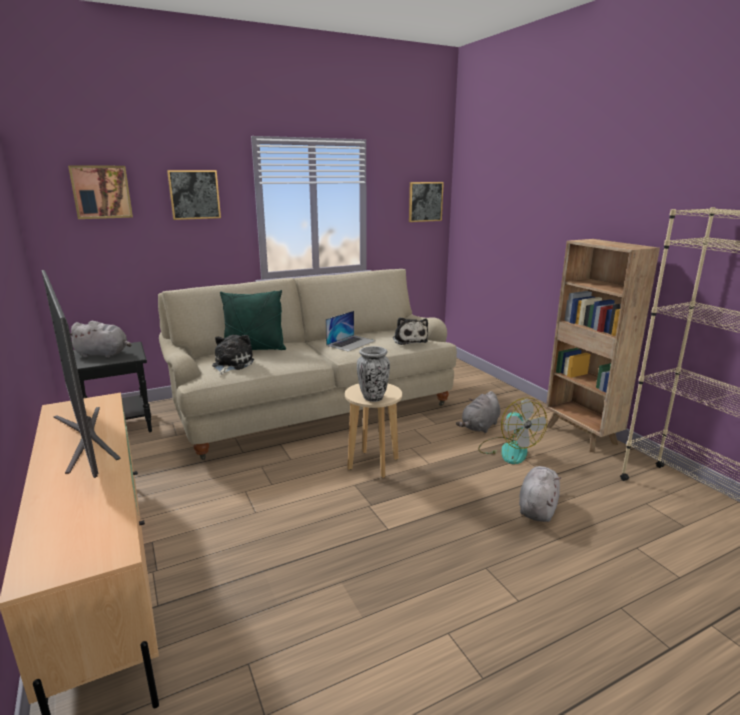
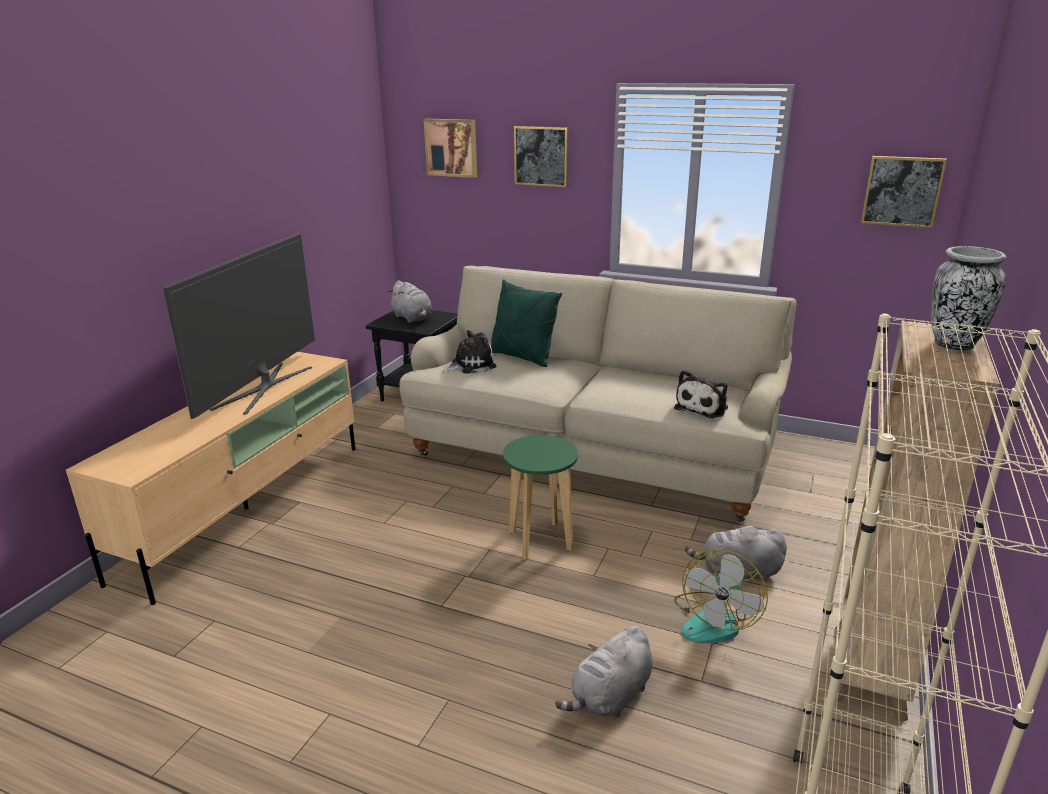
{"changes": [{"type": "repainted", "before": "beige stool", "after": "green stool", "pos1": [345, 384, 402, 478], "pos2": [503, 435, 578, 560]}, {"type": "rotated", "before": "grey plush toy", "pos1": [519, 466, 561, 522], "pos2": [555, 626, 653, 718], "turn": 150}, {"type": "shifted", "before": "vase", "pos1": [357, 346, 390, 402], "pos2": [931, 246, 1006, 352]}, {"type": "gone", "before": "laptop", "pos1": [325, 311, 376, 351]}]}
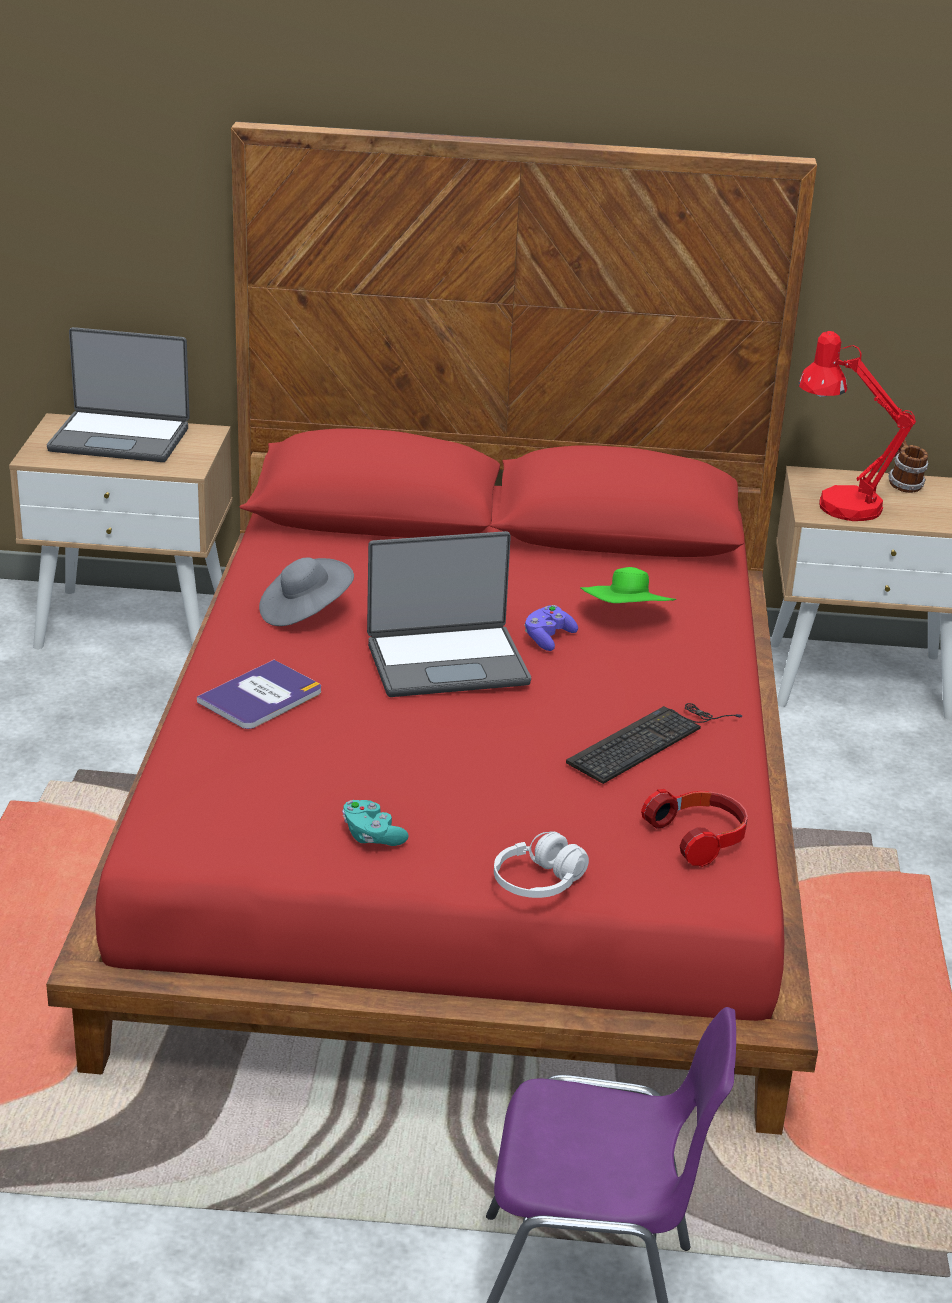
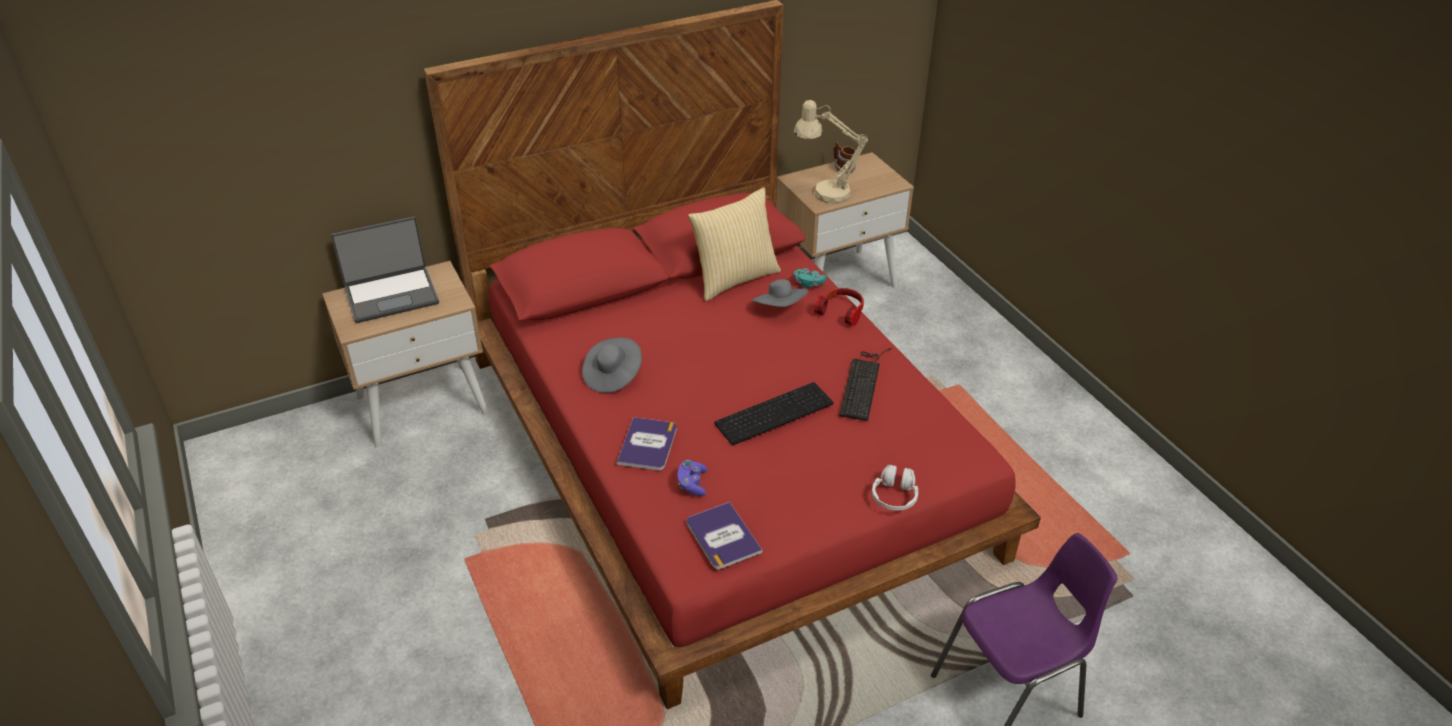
{"changes": [{"type": "shifted", "before": "purple game controller", "pos1": [524, 605, 578, 651], "pos2": [678, 460, 707, 496]}, {"type": "new", "after": "book", "pos2": [687, 502, 762, 569]}, {"type": "new", "after": "pillow", "pos2": [688, 187, 781, 301]}, {"type": "new", "after": "keyboard", "pos2": [714, 382, 833, 445]}, {"type": "repainted", "before": "green hat", "after": "grey hat", "pos1": [580, 567, 676, 603], "pos2": [752, 279, 808, 307]}, {"type": "repainted", "before": "red table lamp", "after": "beige table lamp", "pos1": [798, 331, 916, 521], "pos2": [794, 100, 868, 203]}, {"type": "shifted", "before": "turquoise game controller", "pos1": [342, 800, 409, 846], "pos2": [794, 268, 826, 288]}, {"type": "shifted", "before": "headphones", "pos1": [641, 789, 748, 867], "pos2": [814, 288, 864, 326]}, {"type": "gone", "before": "laptop", "pos1": [367, 531, 531, 697]}]}
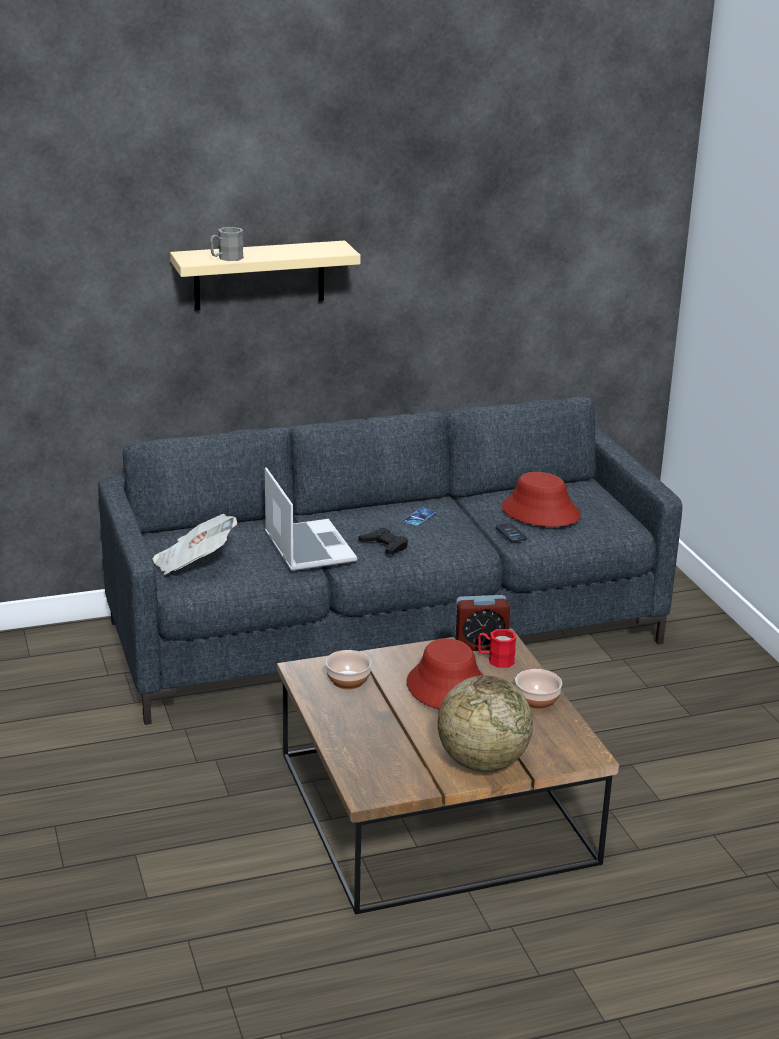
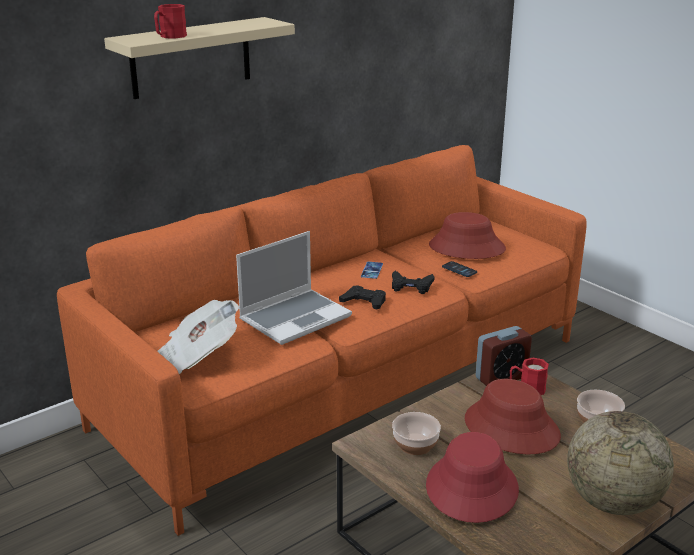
{"changes": [{"type": "repainted", "before": "grey sofa", "after": "orange sofa", "pos1": [98, 397, 682, 725], "pos2": [57, 145, 587, 536]}, {"type": "repainted", "before": "grey mug", "after": "red mug", "pos1": [210, 227, 244, 261], "pos2": [154, 4, 187, 39]}, {"type": "rotated", "before": "laptop", "pos1": [265, 467, 357, 571], "pos2": [236, 231, 352, 345], "turn": 90}, {"type": "new", "after": "black game controller", "pos2": [392, 271, 434, 294]}, {"type": "new", "after": "red hat", "pos2": [426, 432, 519, 523]}]}
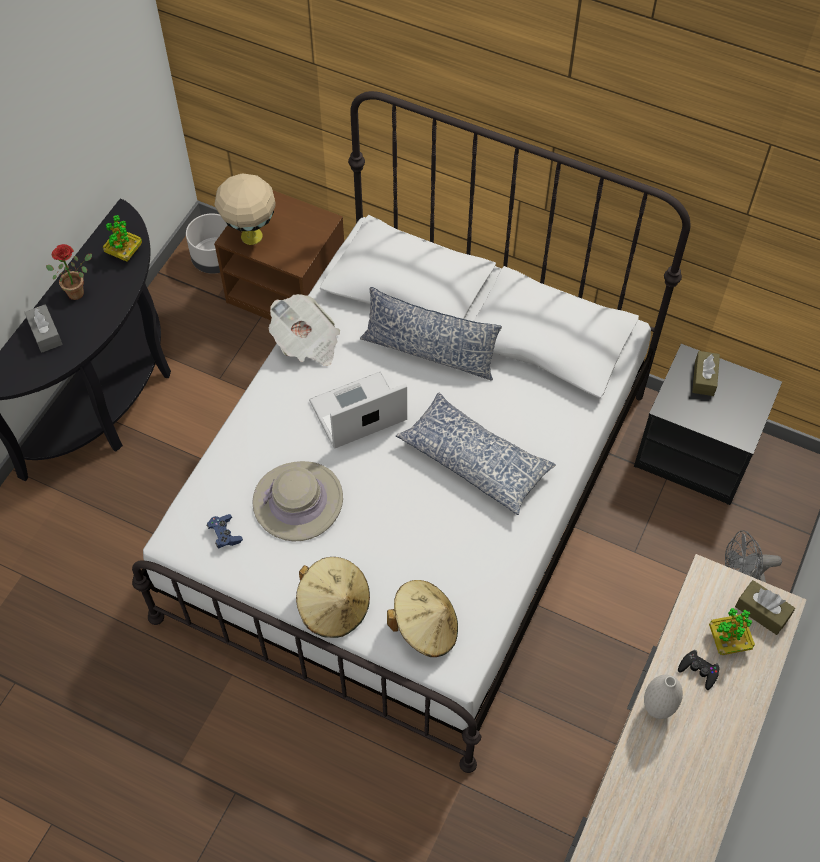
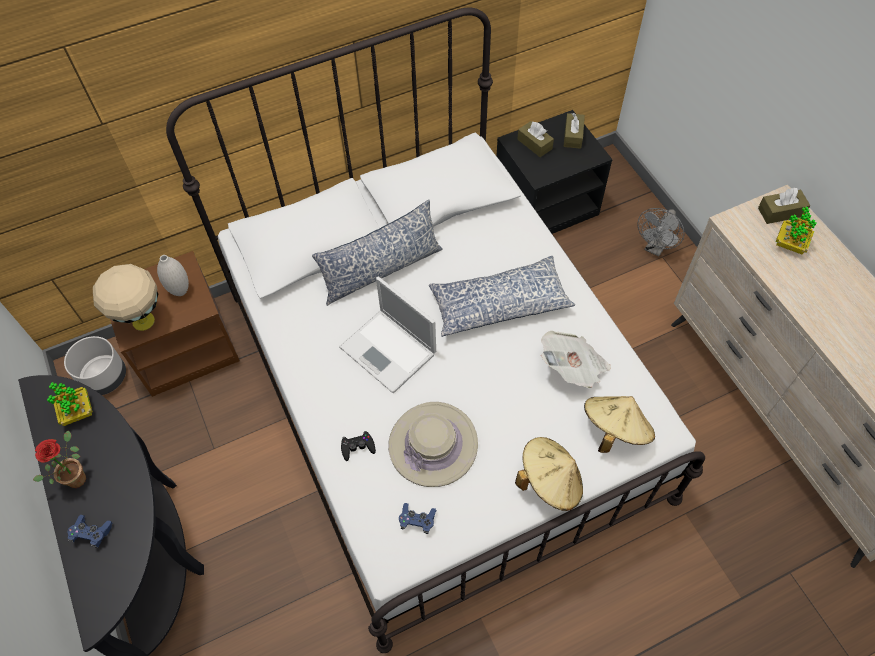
{"changes": [{"type": "swapped", "before": "grey tissue box", "after": "blue game controller", "pos1": [24, 304, 63, 353], "pos2": [67, 515, 112, 548]}, {"type": "shifted", "before": "white vase", "pos1": [644, 675, 683, 719], "pos2": [157, 255, 189, 296]}, {"type": "rotated", "before": "laptop", "pos1": [309, 371, 407, 448], "pos2": [339, 276, 436, 393], "turn": -60}, {"type": "shifted", "before": "black game controller", "pos1": [678, 650, 720, 690], "pos2": [341, 431, 376, 461]}, {"type": "shifted", "before": "newspaper", "pos1": [268, 294, 340, 366], "pos2": [541, 331, 611, 389]}, {"type": "new", "after": "brown tissue box", "pos2": [564, 113, 585, 149]}]}
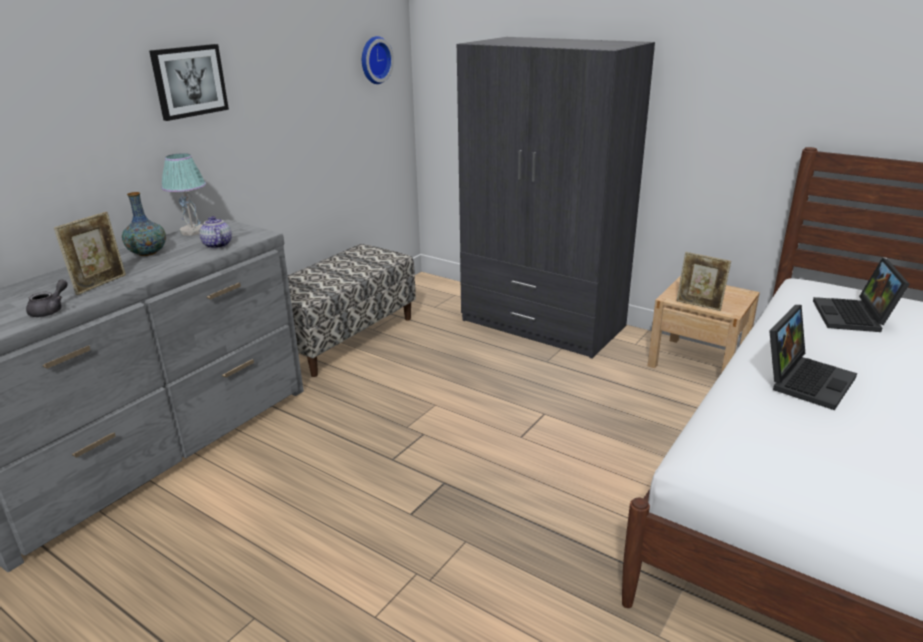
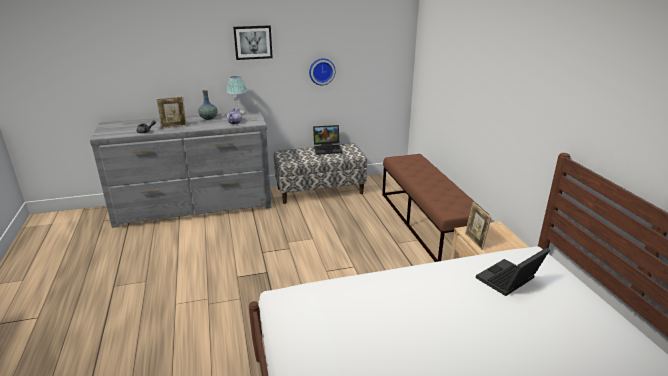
{"changes": [{"type": "shifted", "before": "wall clock", "pos1": [362, 36, 394, 84], "pos2": [309, 58, 336, 85]}, {"type": "shifted", "before": "laptop", "pos1": [769, 305, 857, 410], "pos2": [313, 125, 342, 155]}, {"type": "swapped", "before": "grey wardrobe", "after": "brown bench", "pos1": [457, 37, 655, 359], "pos2": [382, 154, 490, 262]}]}
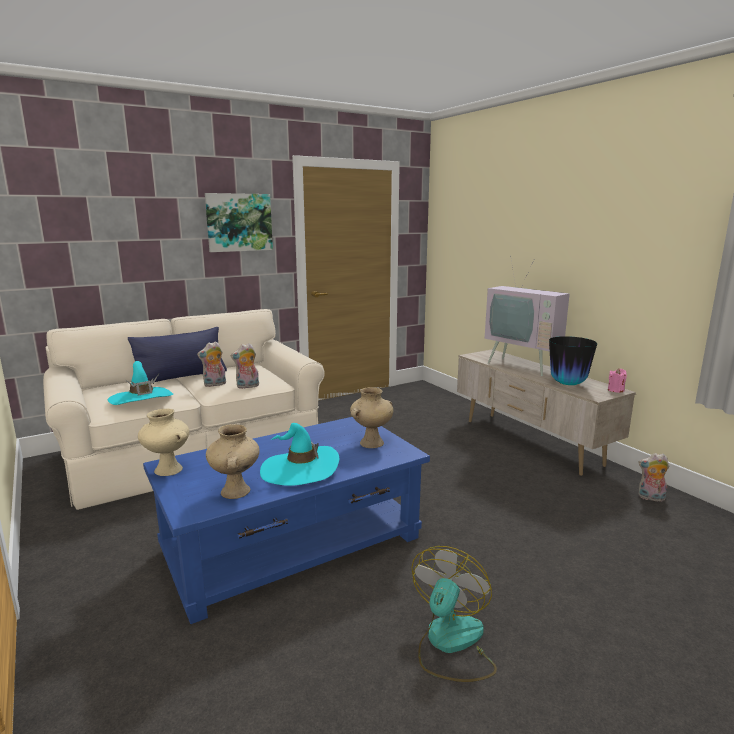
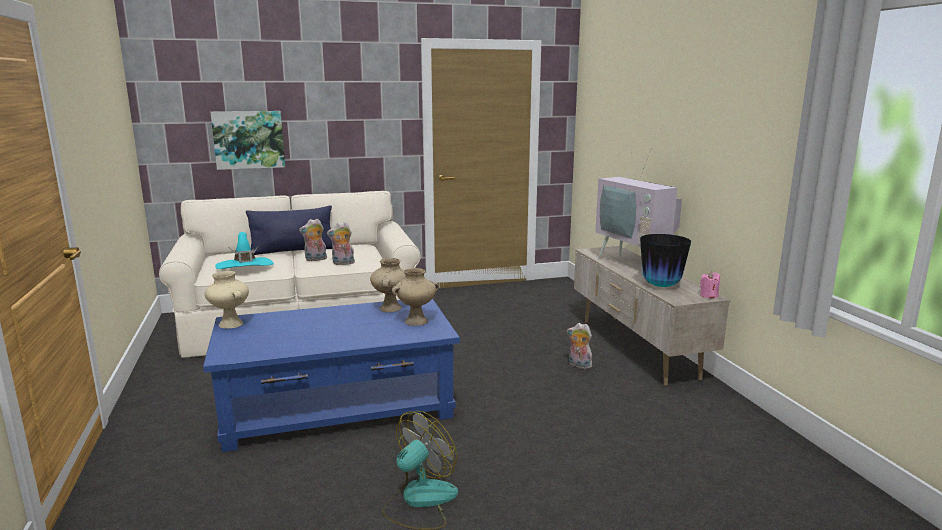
{"changes": [{"type": "shifted", "before": "picture", "pos1": [205, 193, 273, 252], "pos2": [211, 111, 285, 170]}, {"type": "shifted", "before": "beige vase", "pos1": [206, 424, 260, 499], "pos2": [370, 258, 405, 312]}, {"type": "shifted", "before": "plush toy", "pos1": [638, 453, 669, 502], "pos2": [567, 323, 592, 369]}, {"type": "gone", "before": "turquoise hat", "pos1": [260, 423, 339, 486]}]}
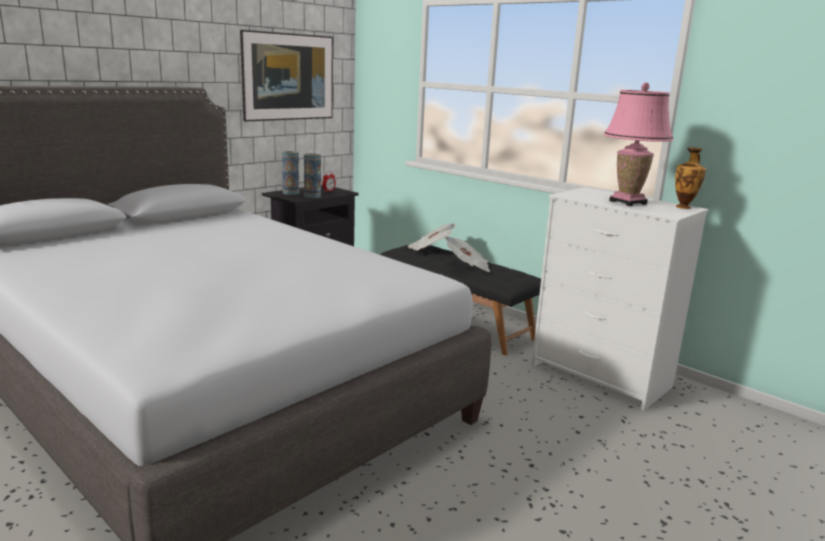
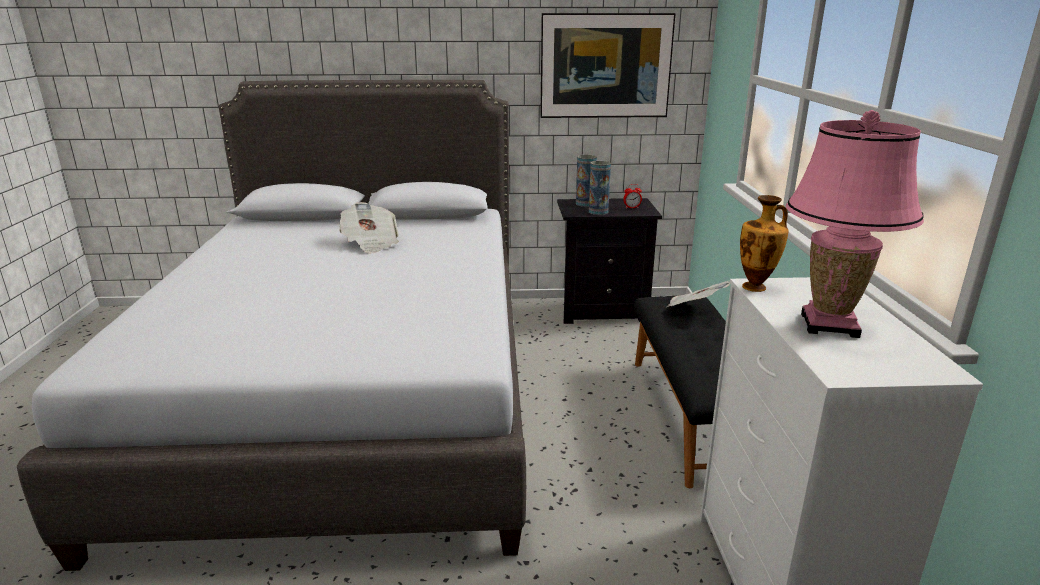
{"changes": [{"type": "shifted", "before": "newspaper", "pos1": [445, 236, 490, 272], "pos2": [339, 202, 399, 254]}, {"type": "shifted", "before": "vase", "pos1": [675, 147, 706, 209], "pos2": [740, 195, 789, 292]}]}
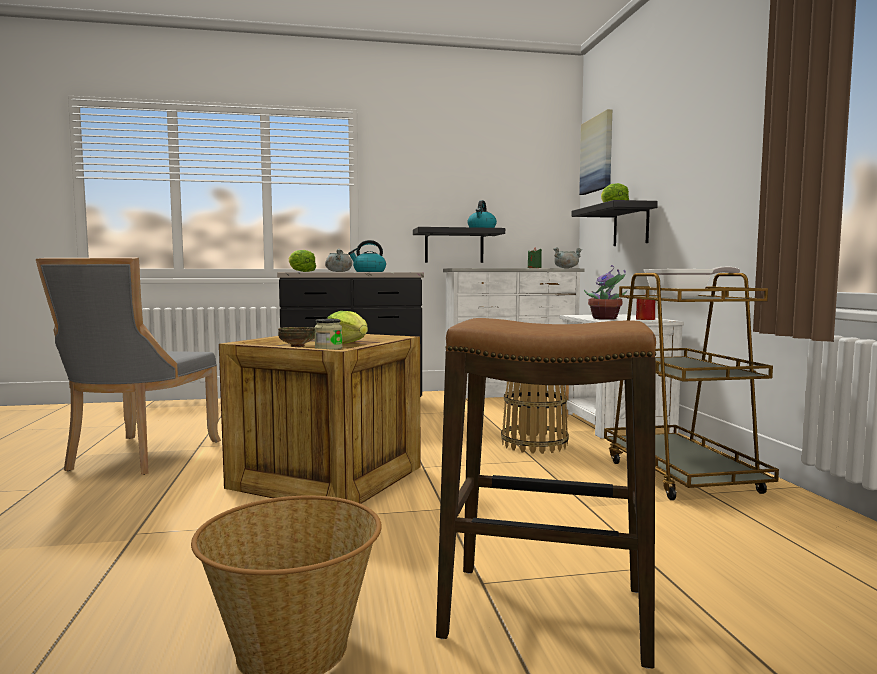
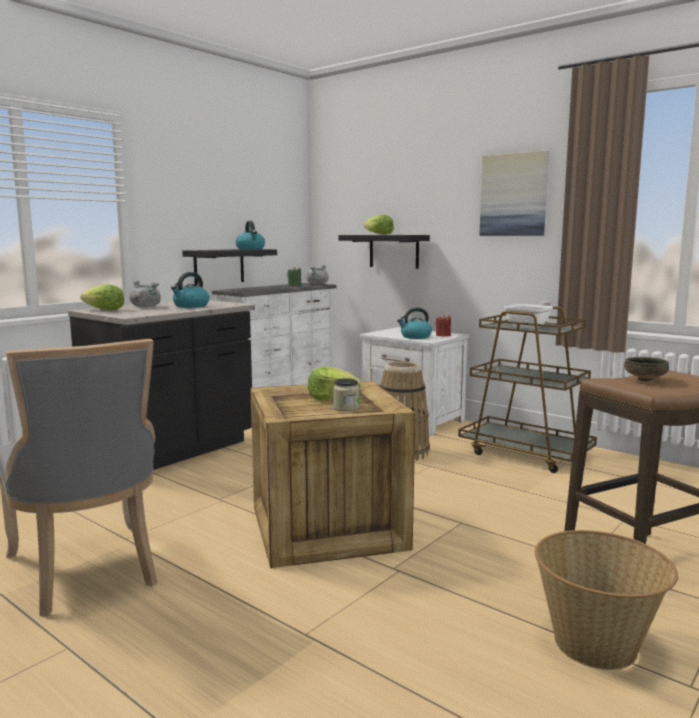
{"changes": [{"type": "swapped", "before": "potted plant", "after": "kettle", "pos1": [584, 265, 628, 320], "pos2": [397, 308, 432, 339]}, {"type": "shifted", "before": "picture", "pos1": [579, 109, 612, 195], "pos2": [479, 150, 549, 236]}, {"type": "shifted", "before": "bowl", "pos1": [278, 327, 315, 347], "pos2": [624, 357, 669, 382]}]}
